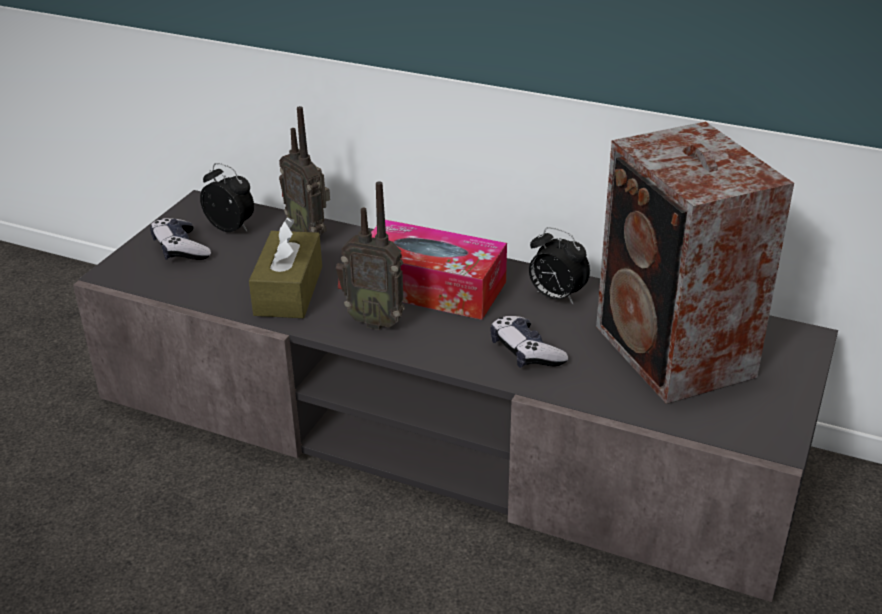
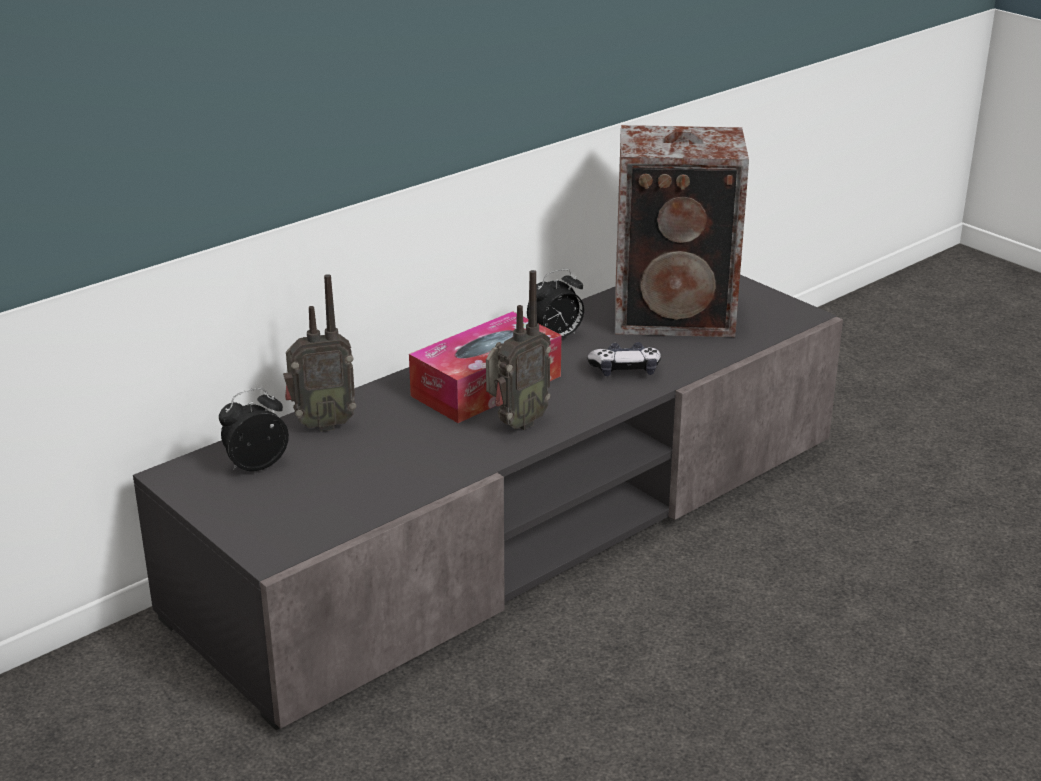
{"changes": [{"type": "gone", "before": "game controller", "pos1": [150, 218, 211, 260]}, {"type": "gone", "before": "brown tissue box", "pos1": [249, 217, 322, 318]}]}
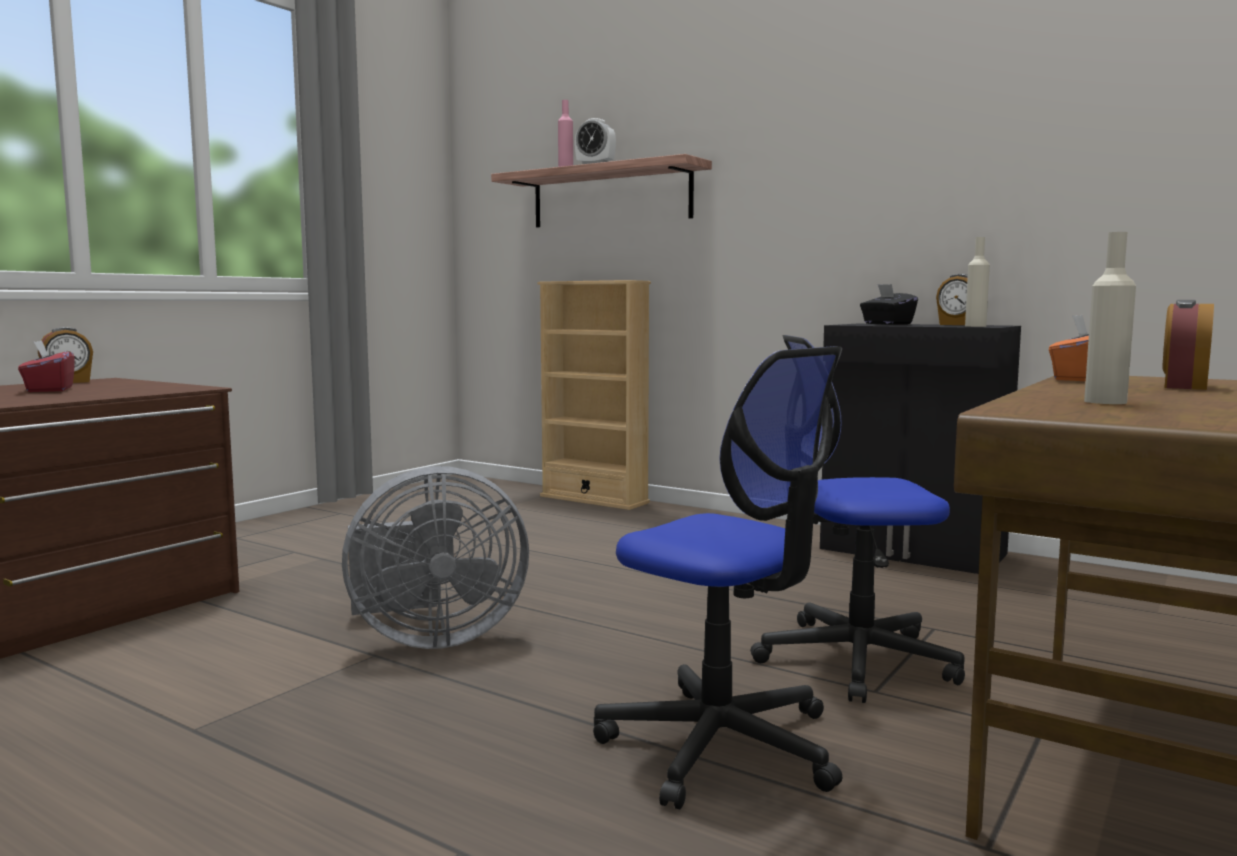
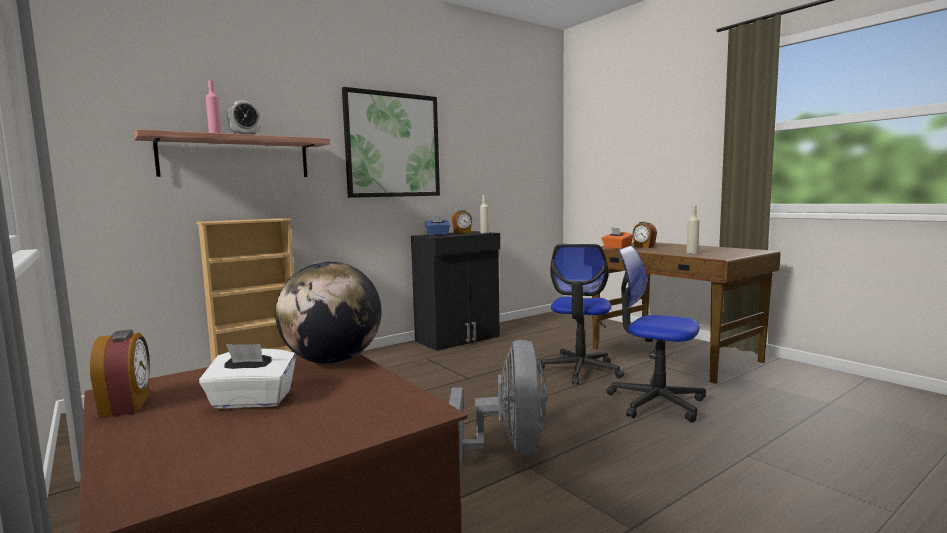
{"changes": [{"type": "repainted", "before": "red tissue box", "after": "white tissue box", "pos1": [18, 340, 75, 392], "pos2": [199, 344, 296, 409]}, {"type": "new", "after": "globe", "pos2": [275, 261, 381, 364]}, {"type": "new", "after": "picture", "pos2": [342, 87, 440, 198]}, {"type": "repainted", "before": "black tissue box", "after": "blue tissue box", "pos1": [860, 284, 918, 325], "pos2": [425, 216, 450, 236]}, {"type": "rotated", "before": "office chair", "pos1": [593, 346, 843, 809], "pos2": [606, 246, 706, 422], "turn": -120}]}
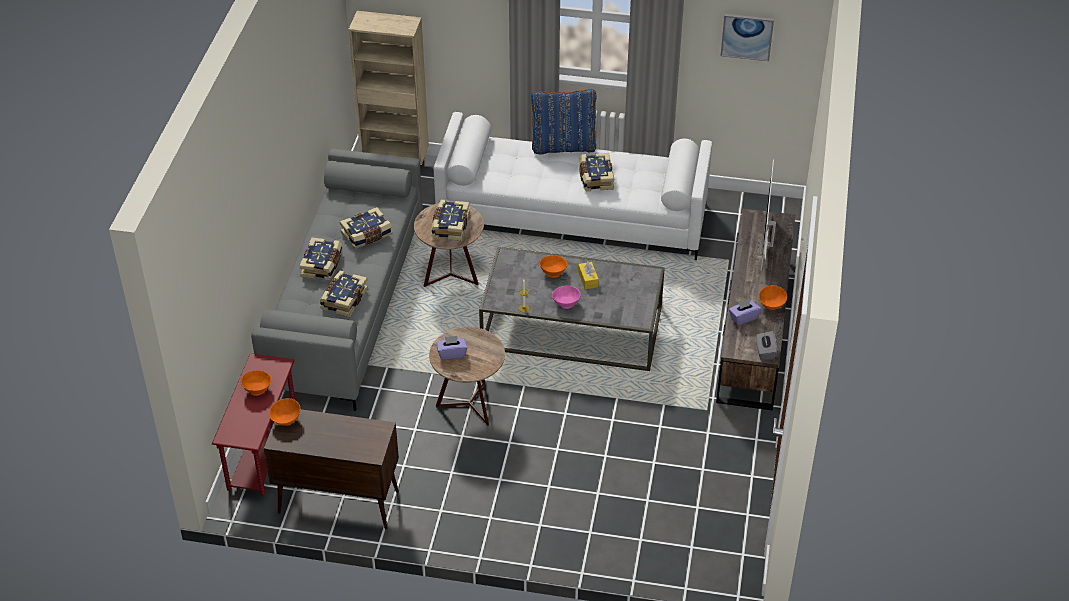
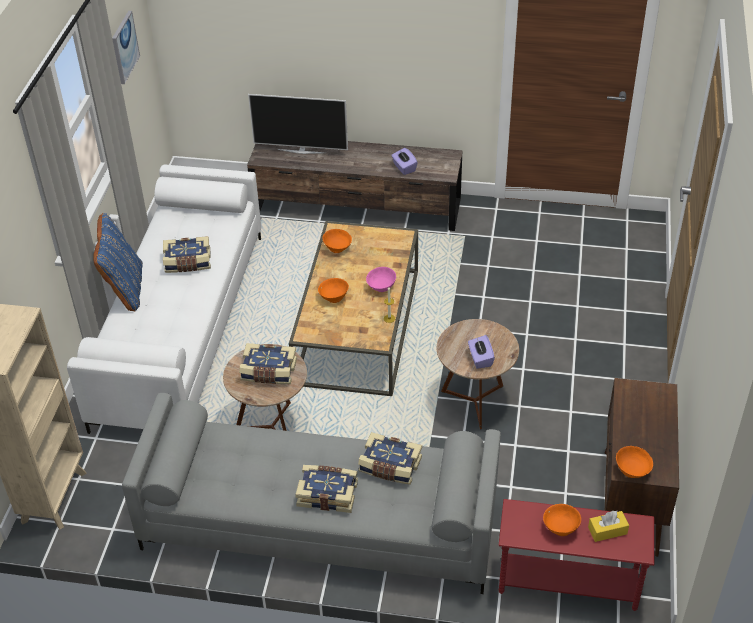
{"changes": [{"type": "repainted", "before": "grey coffee table", "after": "brown coffee table", "pos1": [479, 247, 665, 371], "pos2": [289, 221, 418, 396]}, {"type": "shifted", "before": "orange bowl", "pos1": [759, 285, 787, 310], "pos2": [322, 229, 352, 253]}, {"type": "shifted", "before": "yellow tissue box", "pos1": [578, 262, 599, 289], "pos2": [588, 511, 629, 542]}, {"type": "gone", "before": "book", "pos1": [340, 207, 392, 249]}, {"type": "gone", "before": "grey tissue box", "pos1": [756, 331, 777, 360]}]}
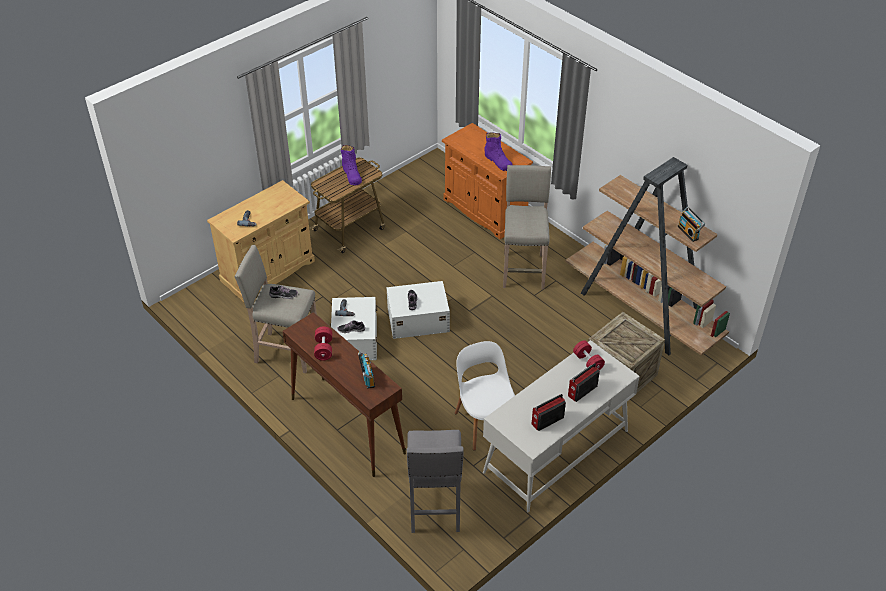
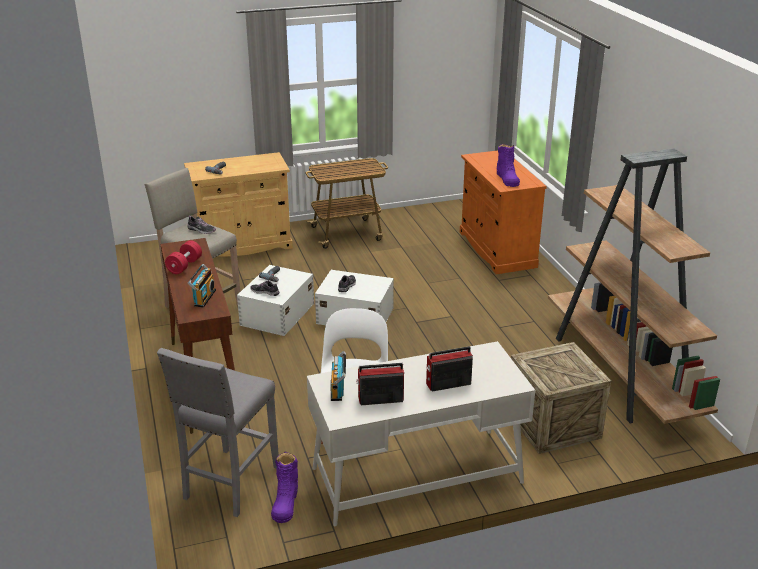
{"changes": [{"type": "shifted", "before": "purple boot", "pos1": [341, 145, 362, 186], "pos2": [271, 452, 298, 523]}, {"type": "shifted", "before": "radio", "pos1": [678, 207, 705, 242], "pos2": [330, 351, 346, 401]}, {"type": "gone", "before": "beige stool", "pos1": [503, 165, 551, 289]}, {"type": "gone", "before": "red dumbbell", "pos1": [573, 340, 605, 370]}]}
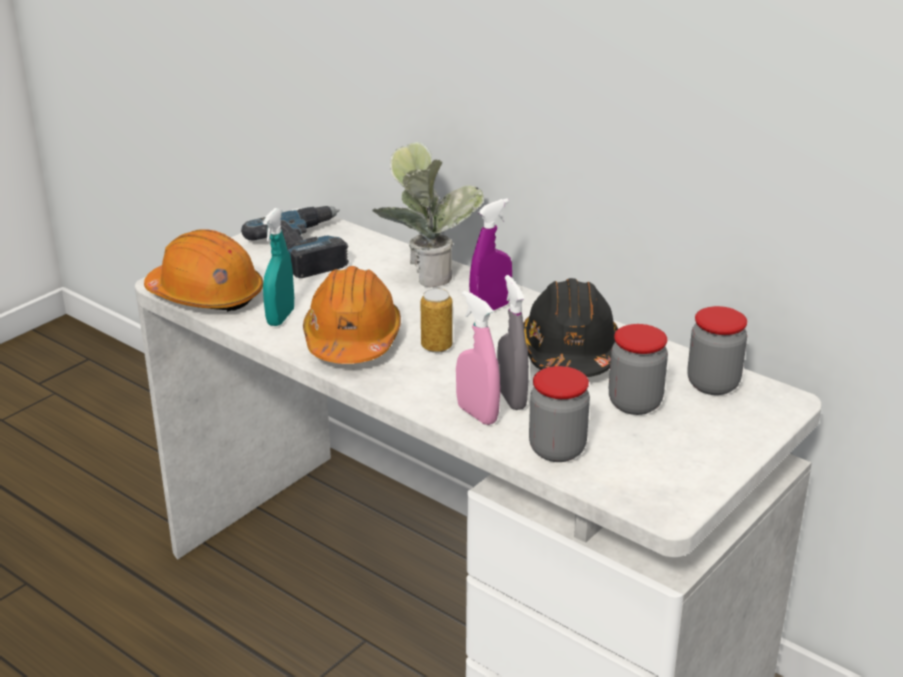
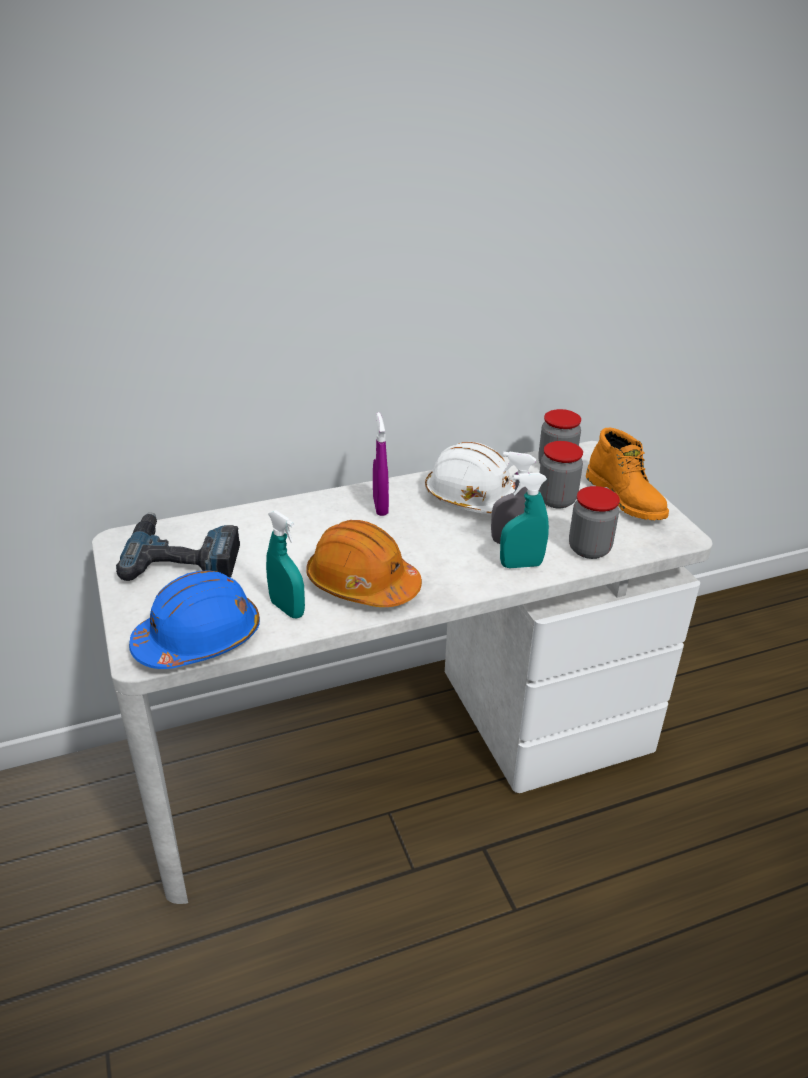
{"changes": [{"type": "repainted", "before": "orange hard hat", "after": "blue hard hat", "pos1": [144, 229, 263, 312], "pos2": [129, 570, 260, 669]}, {"type": "repainted", "before": "black hard hat", "after": "white hard hat", "pos1": [523, 278, 618, 377], "pos2": [425, 442, 516, 515]}, {"type": "repainted", "before": "pink spray bottle", "after": "turquoise spray bottle", "pos1": [456, 291, 500, 425], "pos2": [500, 473, 549, 568]}, {"type": "new", "after": "orange boot", "pos2": [586, 428, 669, 520]}, {"type": "gone", "before": "potted plant", "pos1": [372, 142, 484, 288]}, {"type": "gone", "before": "can", "pos1": [420, 288, 453, 353]}]}
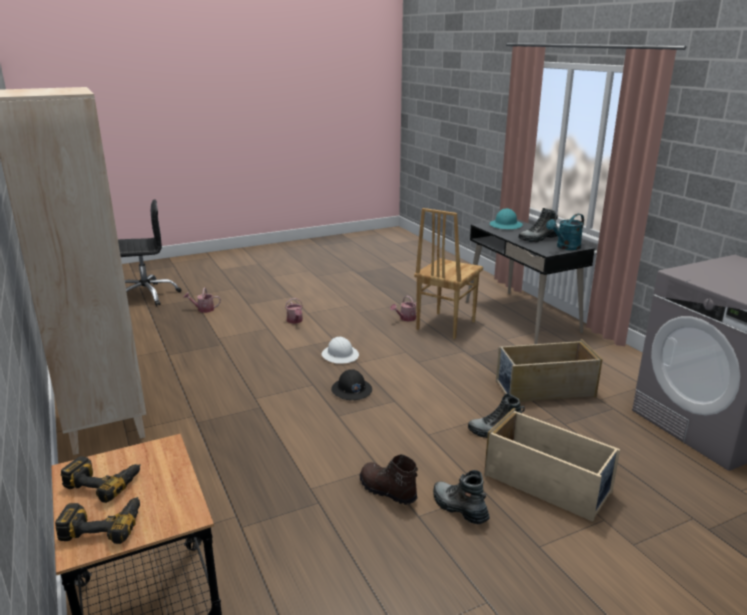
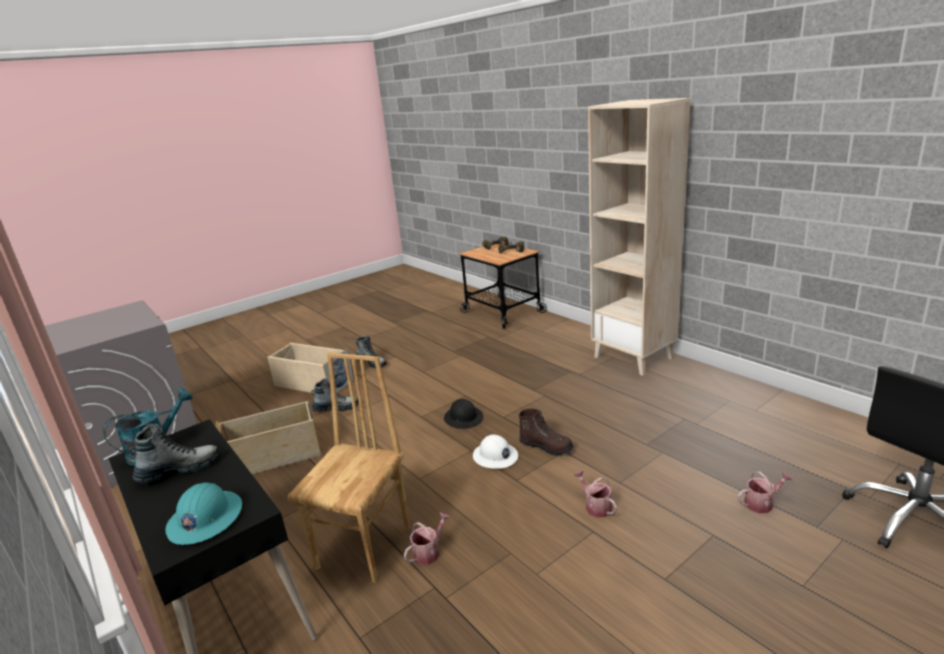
{"changes": [{"type": "shifted", "before": "brown boot", "pos1": [360, 454, 418, 505], "pos2": [519, 409, 574, 456]}]}
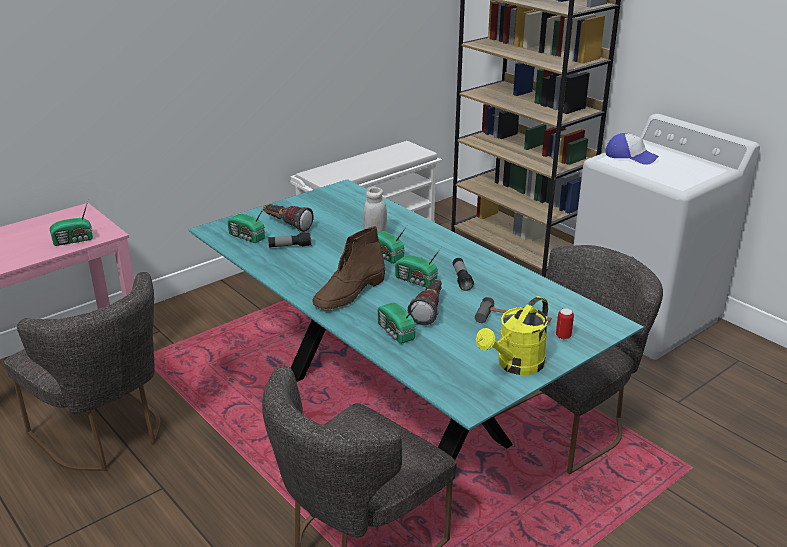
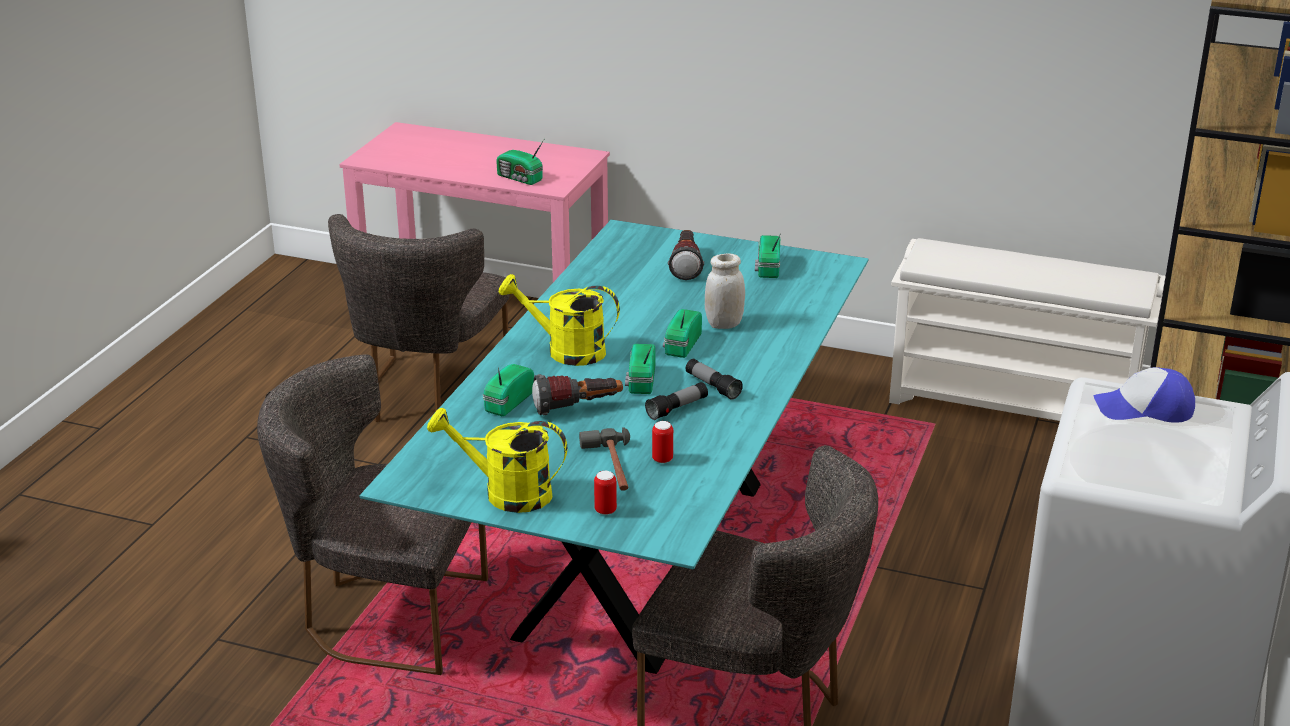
{"changes": [{"type": "swapped", "before": "brown boot", "after": "yellow watering can", "pos1": [312, 226, 385, 309], "pos2": [499, 274, 620, 366]}, {"type": "new", "after": "can", "pos2": [652, 421, 673, 463]}, {"type": "shifted", "before": "flashlight", "pos1": [268, 232, 311, 248], "pos2": [685, 359, 743, 400]}, {"type": "shifted", "before": "radio", "pos1": [227, 206, 265, 243], "pos2": [755, 233, 781, 278]}, {"type": "rotated", "before": "cap", "pos1": [606, 133, 659, 165], "pos2": [1094, 367, 1195, 423], "turn": 90}]}
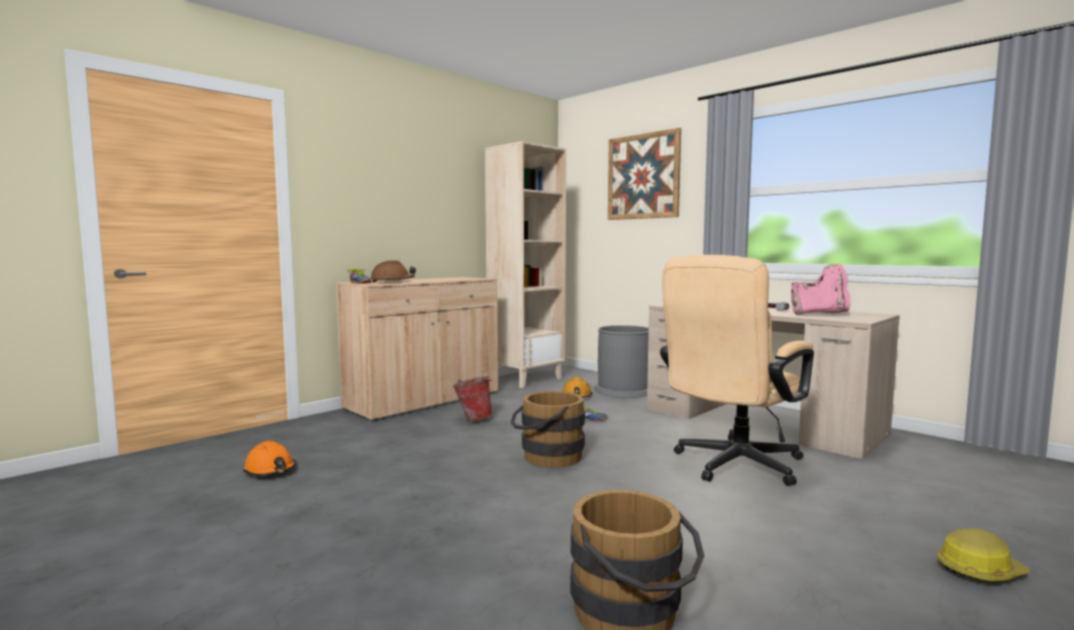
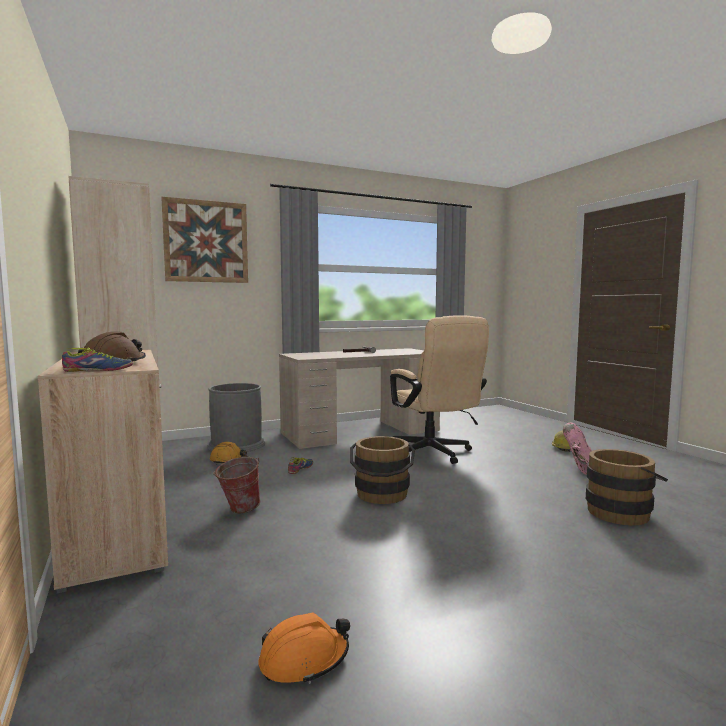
{"changes": [{"type": "shifted", "before": "pink boot", "pos1": [791, 264, 851, 315], "pos2": [563, 423, 592, 475]}]}
